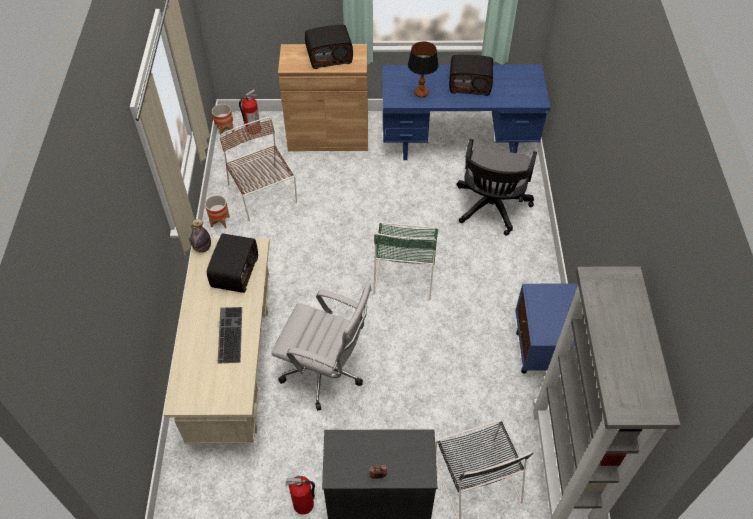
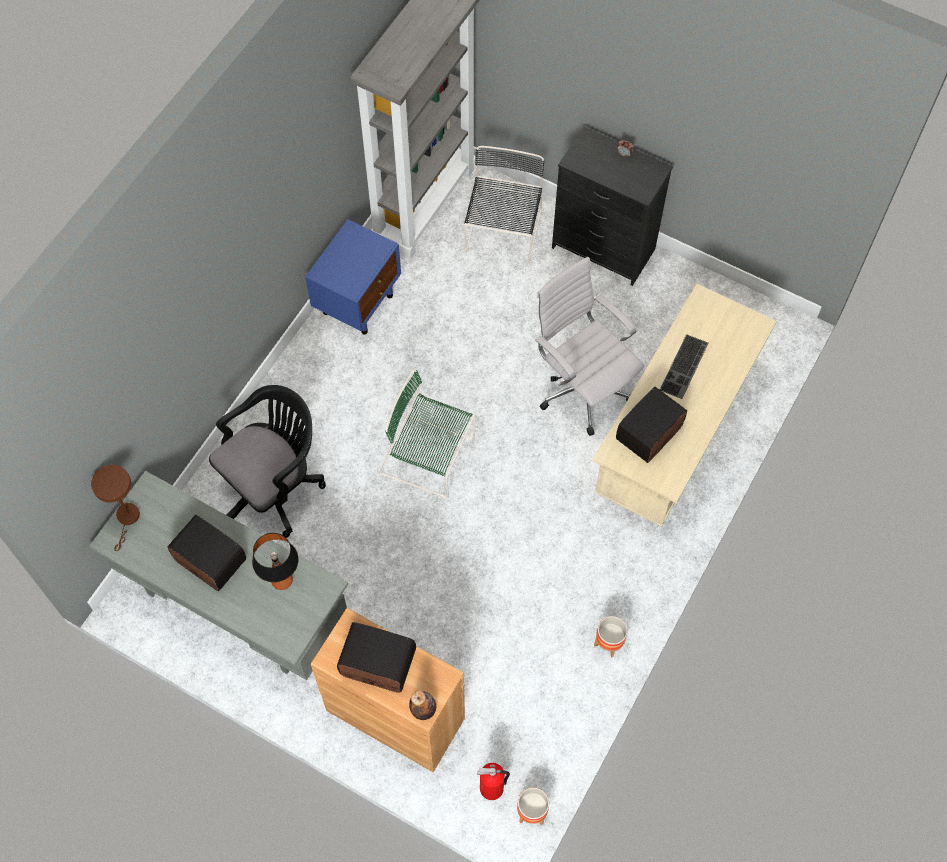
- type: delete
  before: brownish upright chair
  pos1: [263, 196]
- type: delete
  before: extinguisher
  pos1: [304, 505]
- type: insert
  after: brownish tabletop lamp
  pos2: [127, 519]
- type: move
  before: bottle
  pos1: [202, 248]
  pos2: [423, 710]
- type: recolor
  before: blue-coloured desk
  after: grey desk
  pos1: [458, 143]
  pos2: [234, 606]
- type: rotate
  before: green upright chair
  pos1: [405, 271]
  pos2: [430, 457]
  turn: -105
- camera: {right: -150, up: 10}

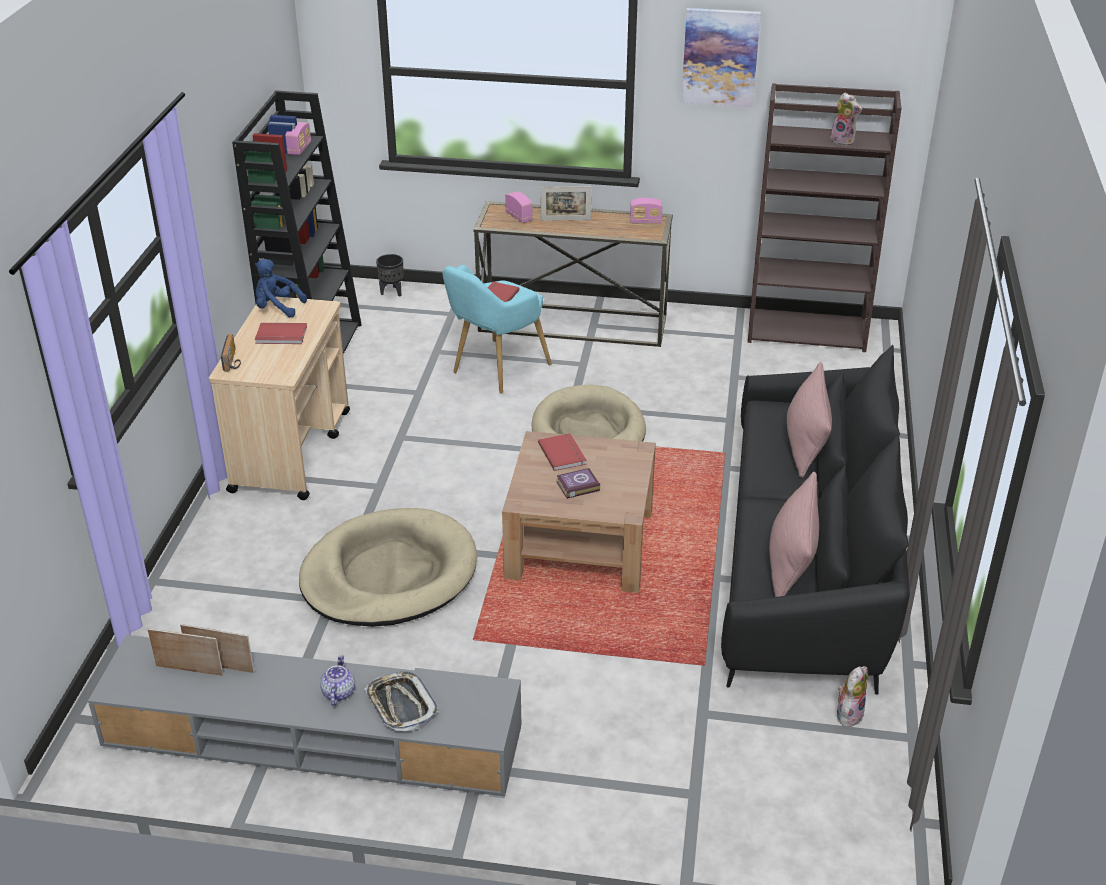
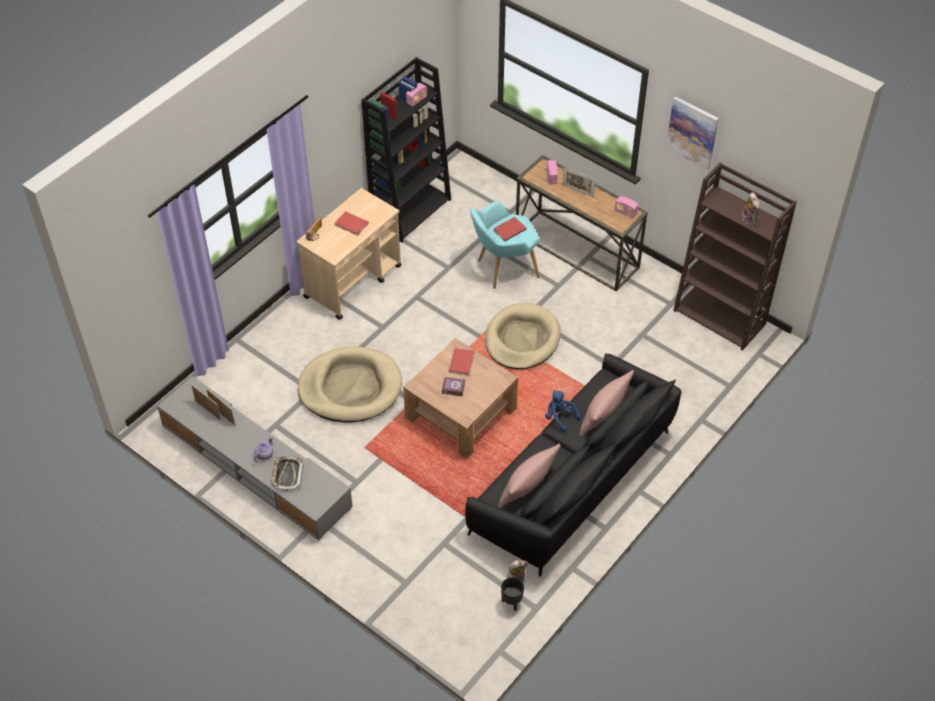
- type: move
  before: blue-coloured soft toy
  pos1: [277, 308]
  pos2: [559, 417]
- type: move
  before: black planter
  pos1: [392, 292]
  pos2: [511, 602]
- camera: {right: 30, up: 15}

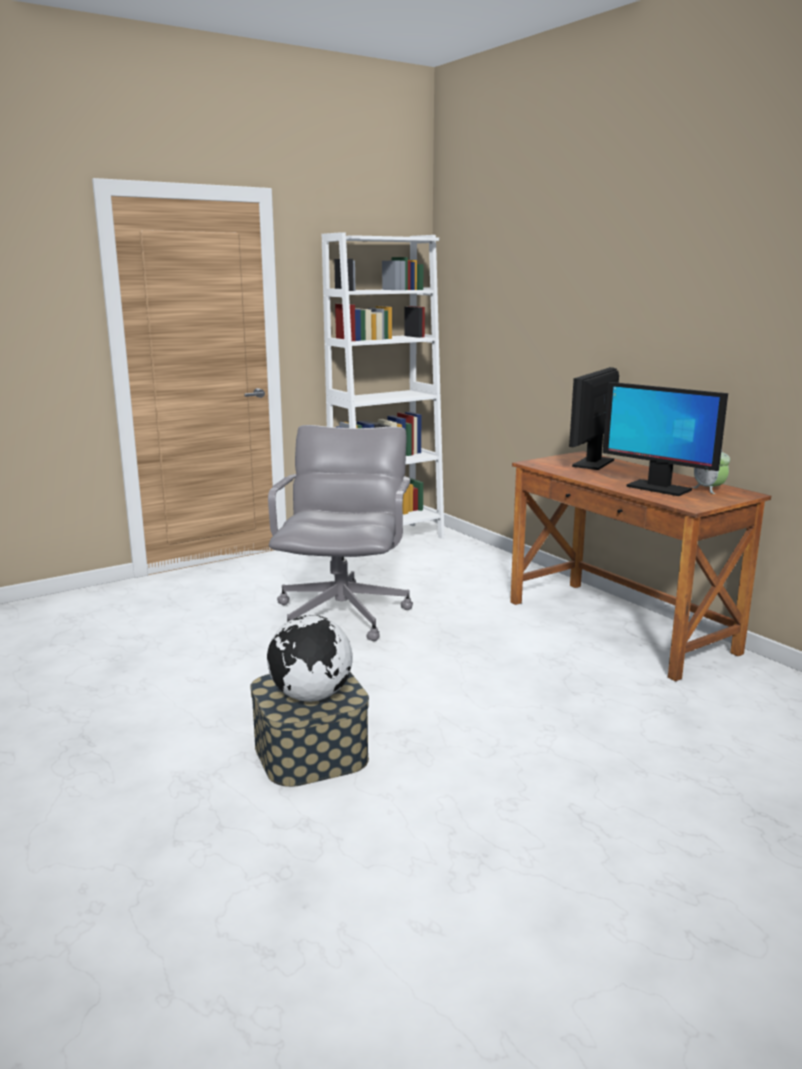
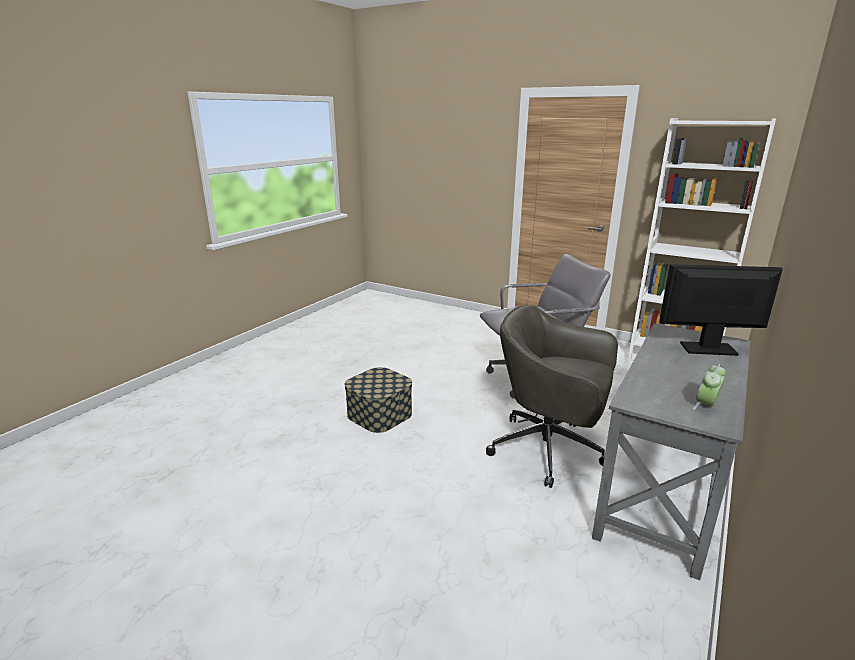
- type: delete
  before: globe
  pos1: [311, 696]
- type: delete
  before: computer screen
  pos1: [658, 488]
- type: insert
  after: grey office chair
  pos2: [549, 450]
- type: recolor
  before: brownish desk
  after: grey desk
  pos1: [619, 626]
  pos2: [662, 493]
- camera: {right: 65, up: 5}

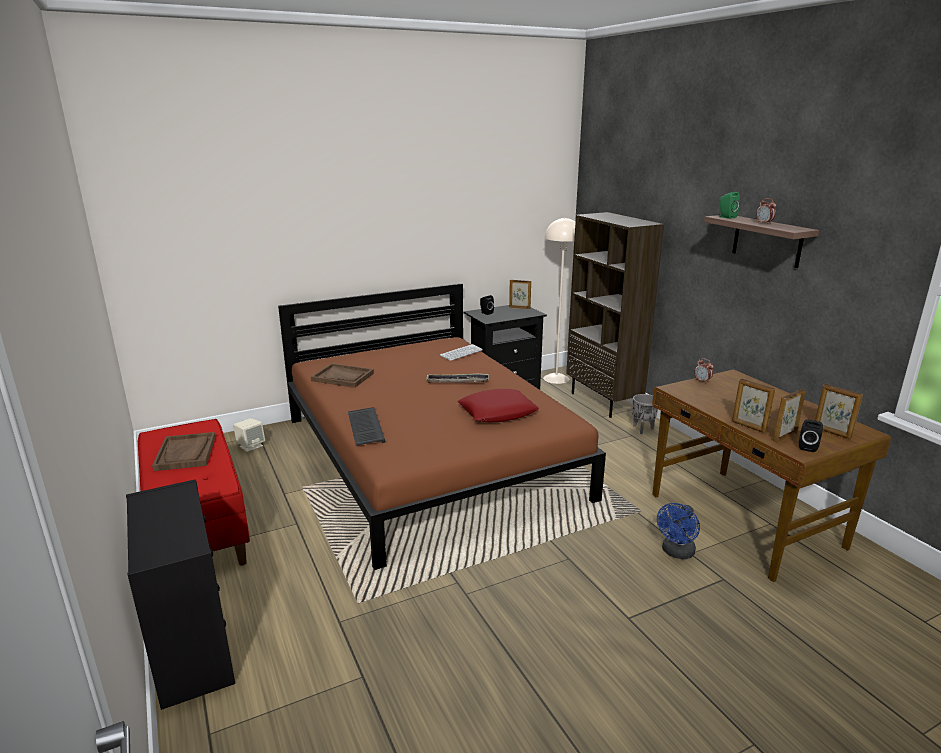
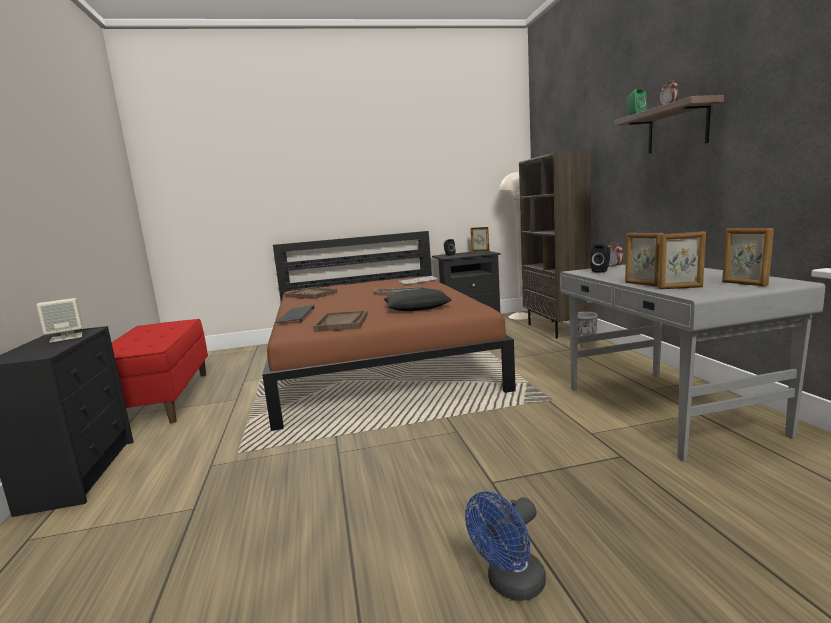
- type: move
  before: brownish serving tray
  pos1: [186, 453]
  pos2: [342, 323]
- type: move
  before: beige-coloured loudspeaker
  pos1: [251, 446]
  pos2: [67, 337]
- type: move
  before: blue-coloured electric fan
  pos1: [676, 553]
  pos2: [510, 585]
- type: move
  before: black loudspeaker
  pos1: [807, 447]
  pos2: [601, 271]
- type: recolor
  before: red-coloured cushion
  after: black cushion
  pos1: [498, 412]
  pos2: [417, 307]
- type: recolor
  before: brownish desk
  after: grey desk
  pos1: [743, 521]
  pos2: [665, 410]
- type: rotate
  before: picture frame
  pos1: [784, 437]
  pos2: [680, 288]
  turn: -150
- camera: {right: 15, up: -10}

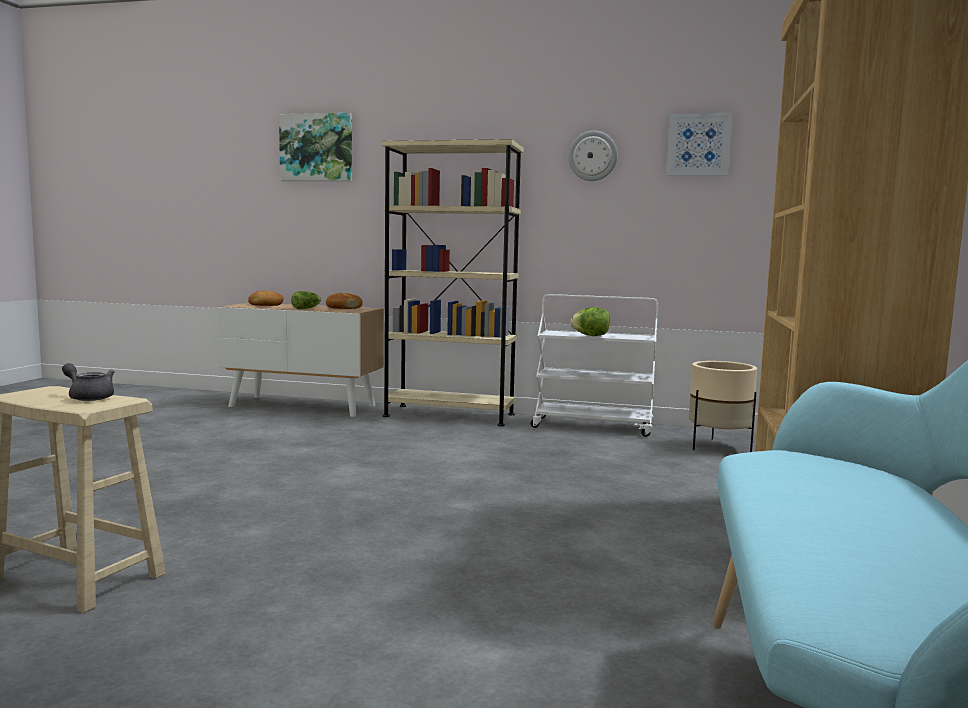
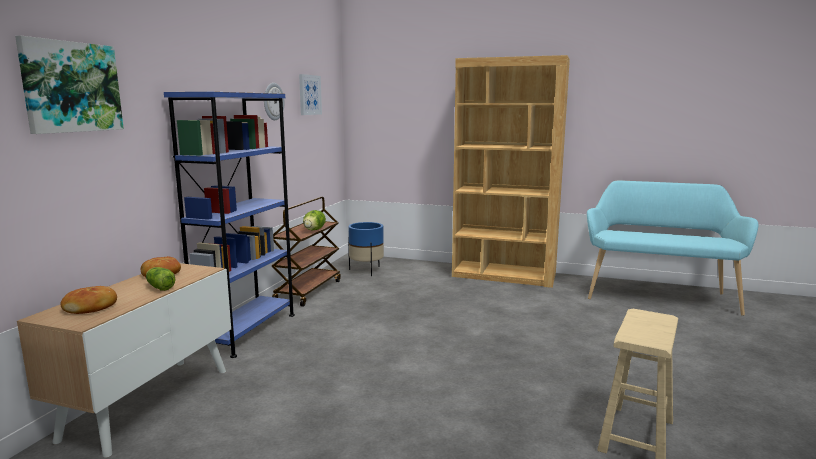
- type: delete
  before: grey teapot
  pos1: [88, 397]
- type: recolor
  before: beige-coloured bookshelf
  after: blue-coloured bookshelf
  pos1: [449, 415]
  pos2: [247, 331]
- type: recolor
  before: whitish cart
  after: brownish cart
  pos1: [593, 426]
  pos2: [308, 291]
- type: recolor
  before: beige-coloured planter
  after: blue-coloured planter
  pos1: [718, 447]
  pos2: [366, 270]
- camera: {right: -85, up: 5}

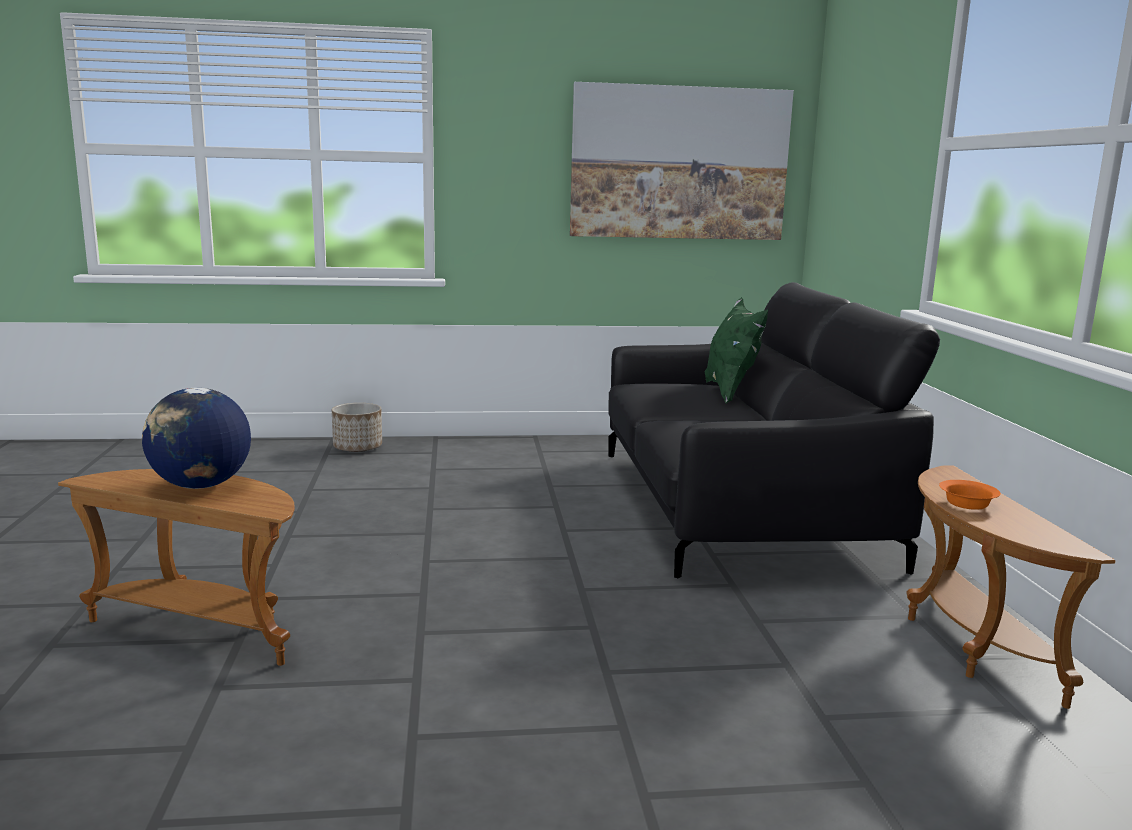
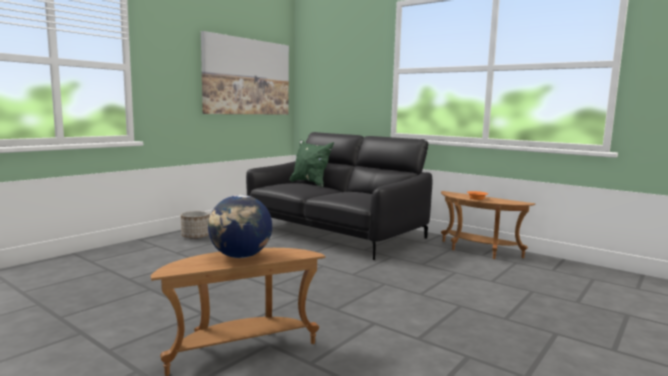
- type: move
  before: planter
  pos1: [358, 447]
  pos2: [195, 236]
- camera: {right: -45, up: -5}

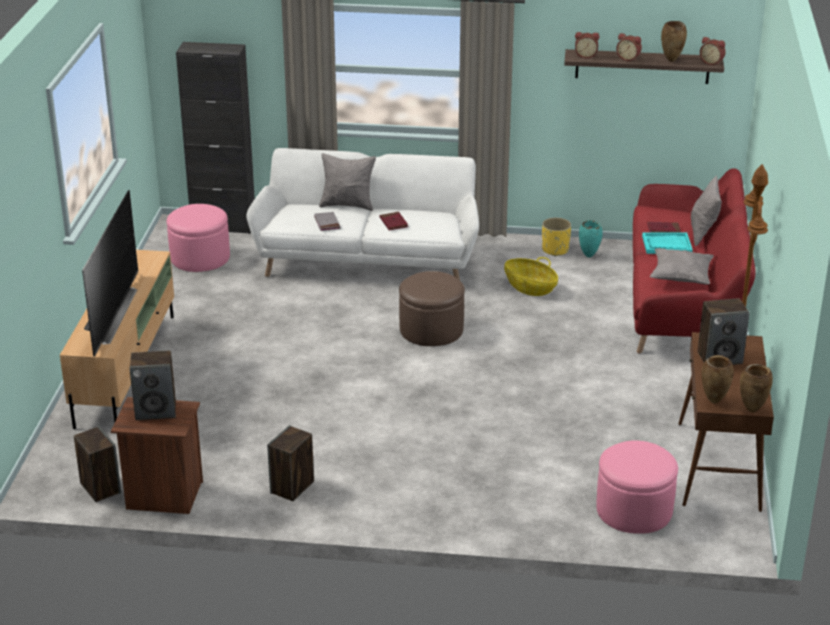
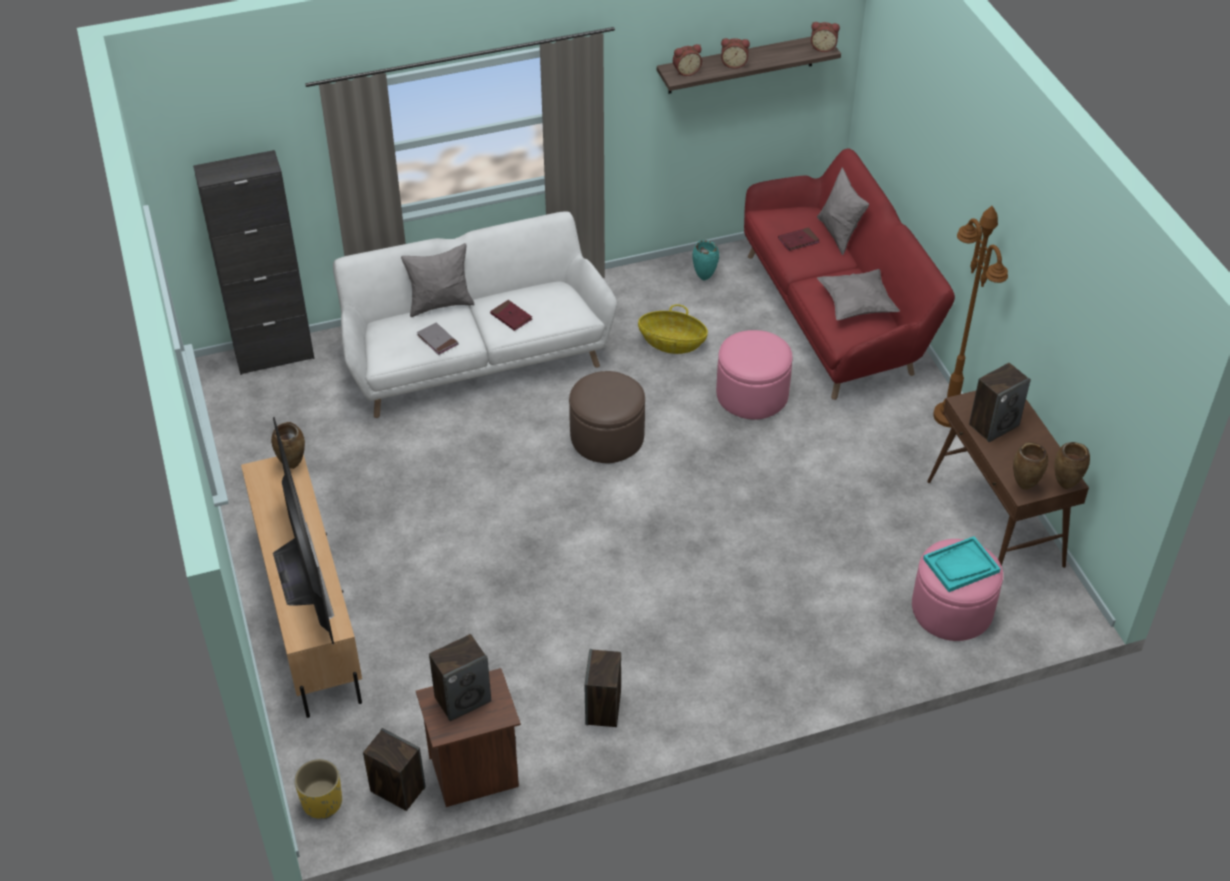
- type: move
  before: pink-coloured pouffe
  pos1: [200, 257]
  pos2: [752, 394]
- type: move
  before: yellowish planter
  pos1: [555, 250]
  pos2: [322, 802]
- type: move
  before: turquoise-coloured serving tray
  pos1: [666, 245]
  pos2: [961, 566]
- type: move
  before: brownish decorative vase
  pos1: [672, 60]
  pos2: [293, 466]
- camera: {right: -25, up: 15}

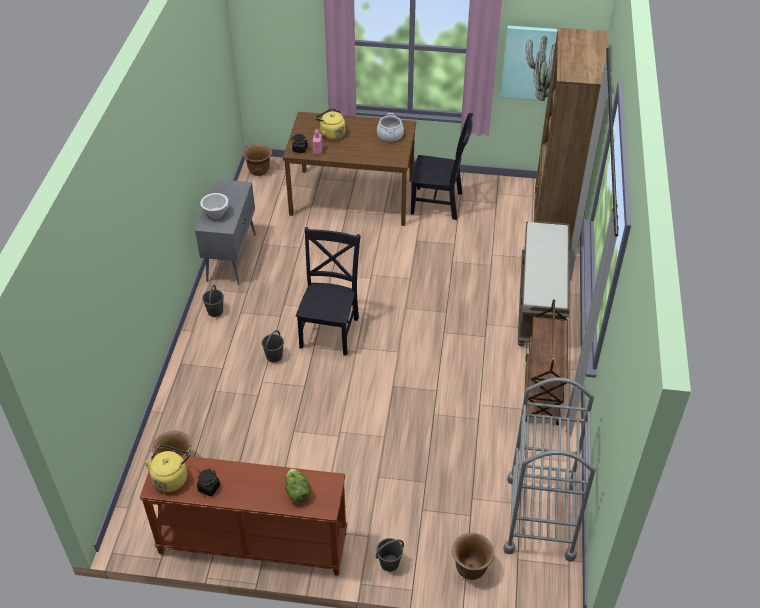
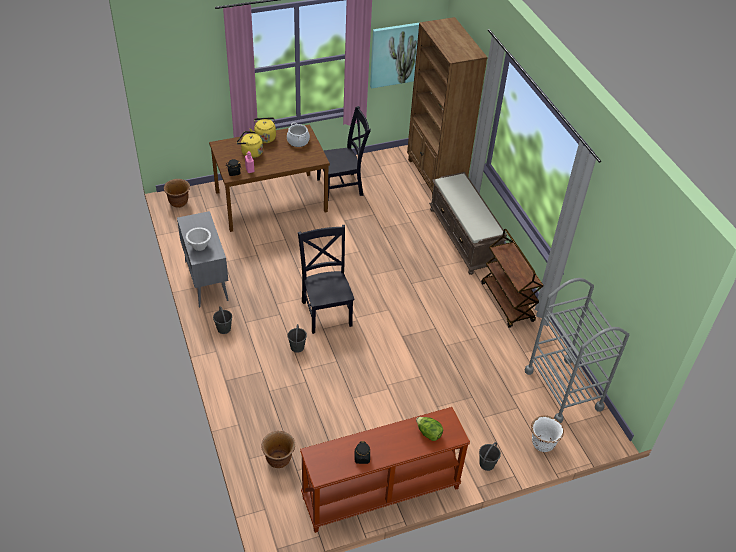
- type: move
  before: yellowish kettle
  pos1: [171, 477]
  pos2: [265, 137]
- type: recolor
  before: brownish planter
  after: whitish planter
  pos1: [470, 568]
  pos2: [542, 444]
- camera: {right: -30, up: 0}

